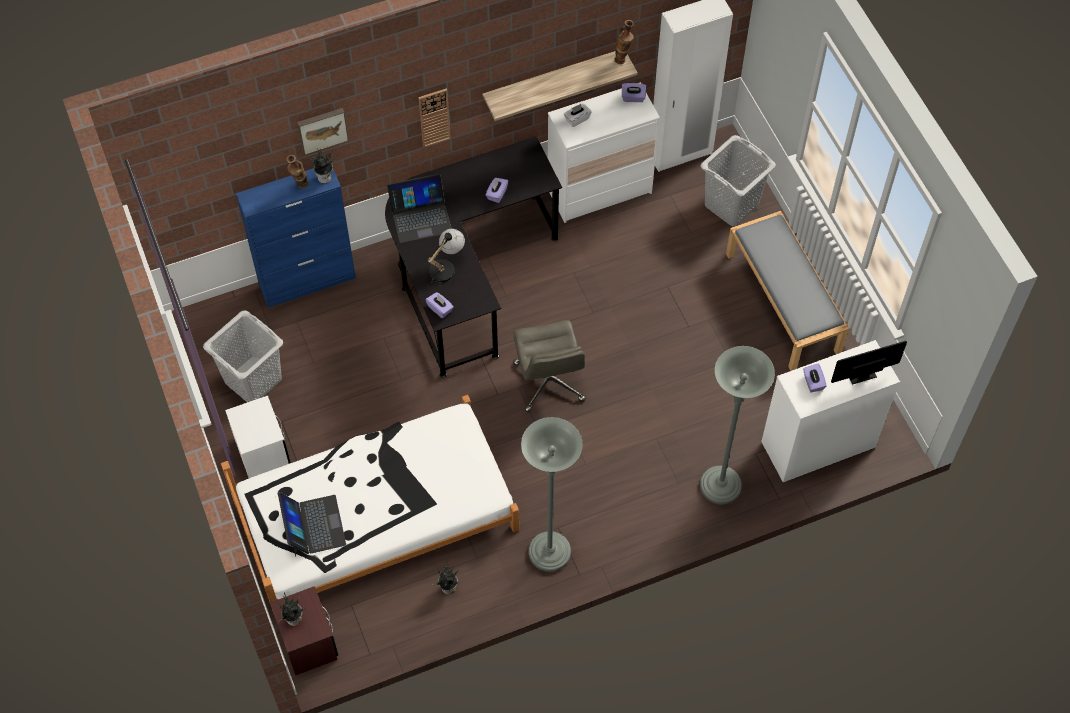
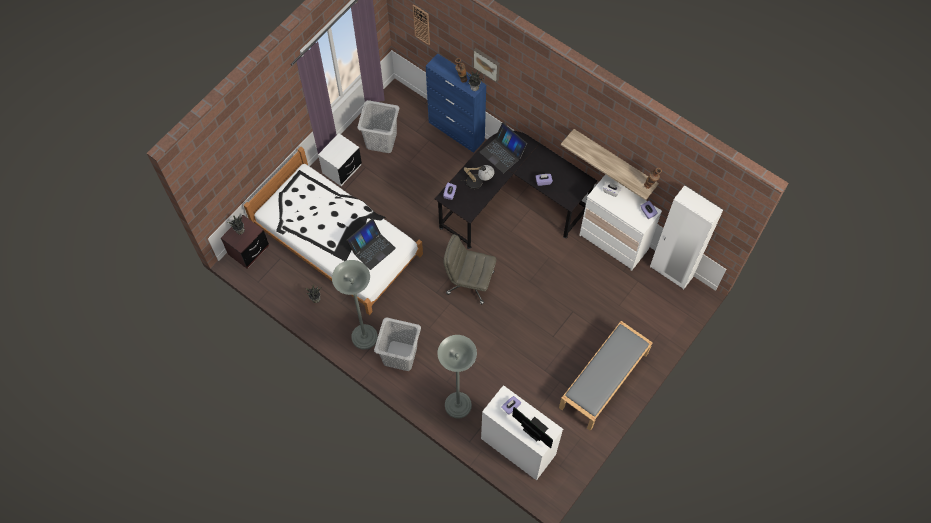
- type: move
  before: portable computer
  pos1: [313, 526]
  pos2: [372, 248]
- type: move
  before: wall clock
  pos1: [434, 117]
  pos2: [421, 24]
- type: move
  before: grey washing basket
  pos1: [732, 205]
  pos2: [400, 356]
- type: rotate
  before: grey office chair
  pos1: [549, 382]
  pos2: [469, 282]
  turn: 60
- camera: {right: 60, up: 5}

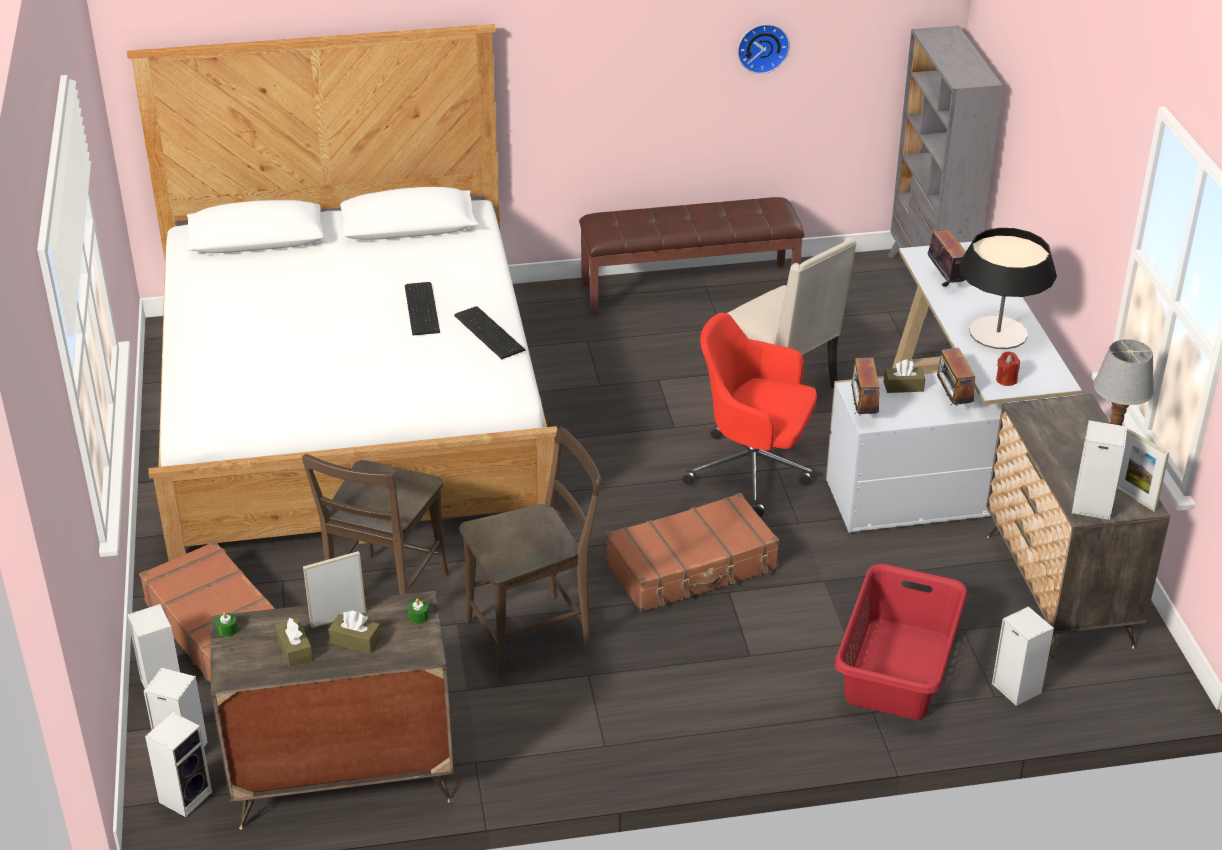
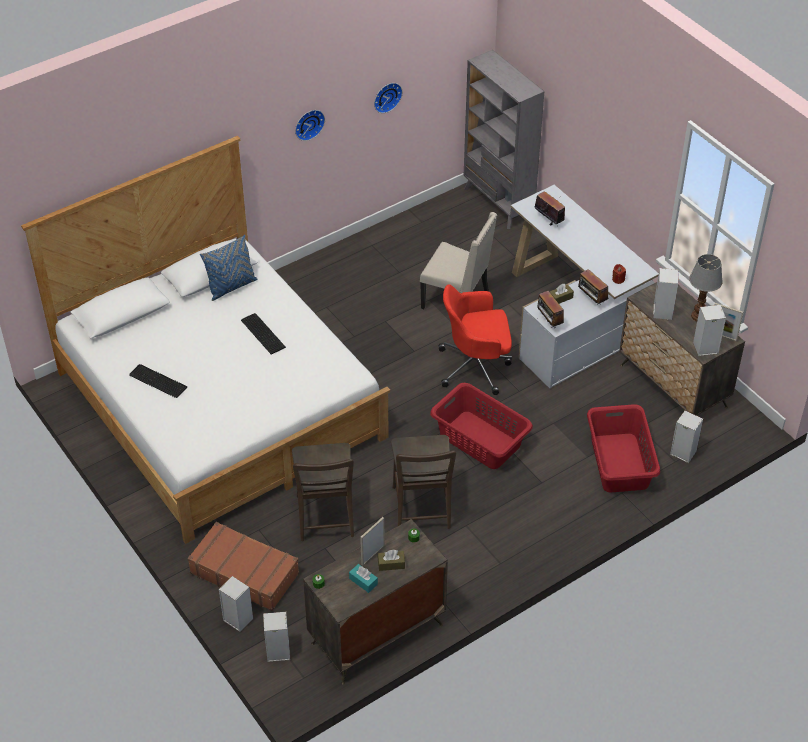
- type: delete
  before: brownish long seat
  pos1: [689, 289]
- type: delete
  before: tabletop lamp
  pos1: [998, 333]
- type: insert
  after: blue-coloured cushion
  pos2: [231, 287]
- type: insert
  after: wall clock
  pos2: [308, 123]
- type: move
  before: loudspeaker
  pos1: [186, 795]
  pos2: [662, 311]
- type: move
  before: computer keyboard
  pos1: [488, 334]
  pos2: [158, 382]
- type: replace
  before: brownish suitcase
  after: red-coloured washing basket
  pos1: [692, 567]
  pos2: [480, 439]
- type: recolor
  before: brownish box of tissues
  after: turquoise-coloured box of tissues
  pos1: [294, 650]
  pos2: [363, 581]
- type: rotate
  before: brownish upright chair
  pos1: [534, 633]
  pos2: [421, 511]
  turn: 135
- camera: {right: -25, up: 10}

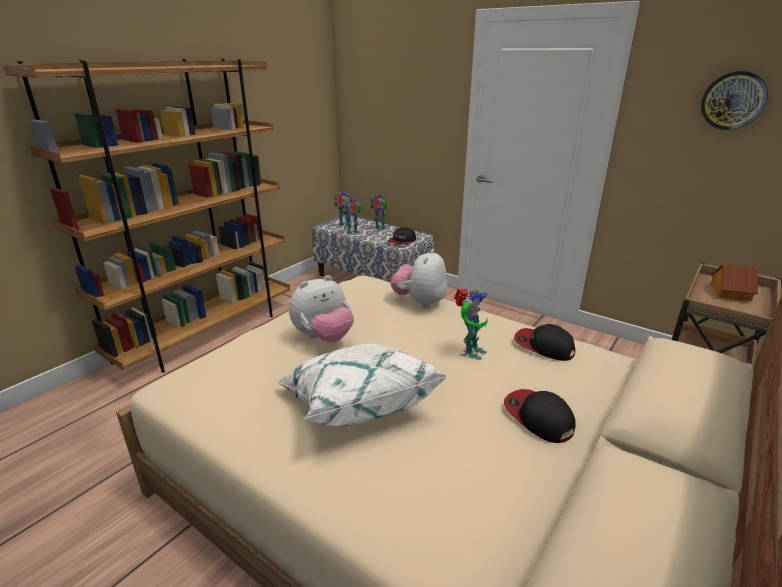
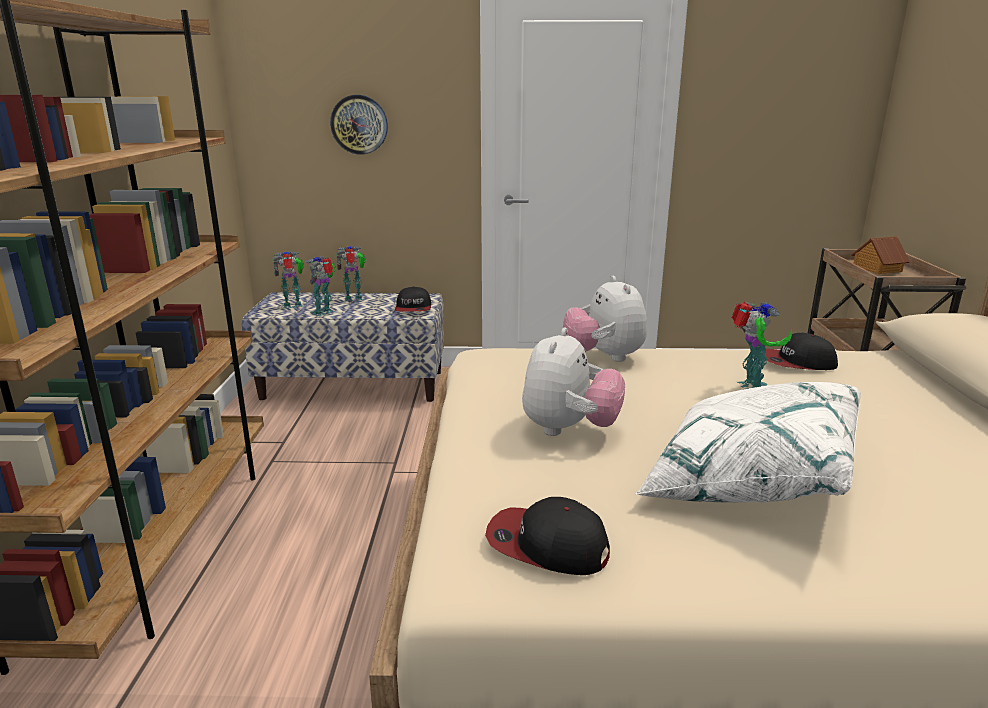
- type: move
  before: cap
  pos1: [538, 417]
  pos2: [546, 545]
- type: move
  before: wall clock
  pos1: [733, 100]
  pos2: [359, 124]
- camera: {right: -35, up: -5}

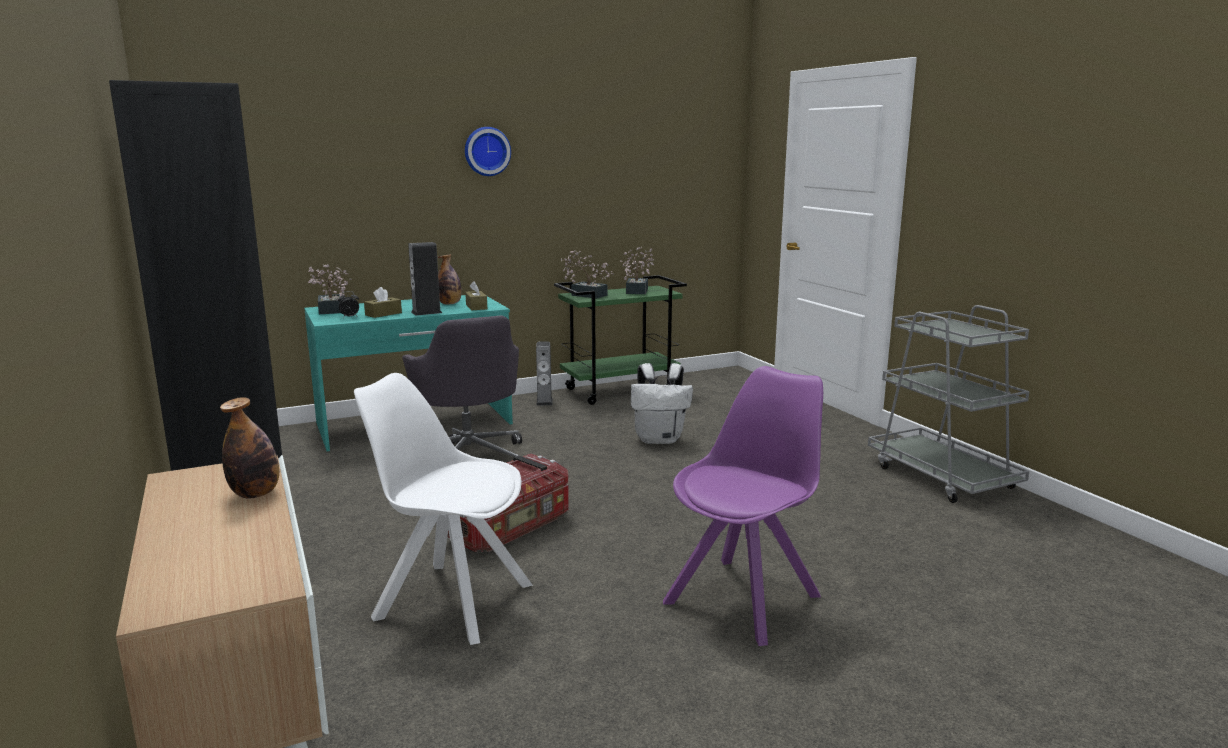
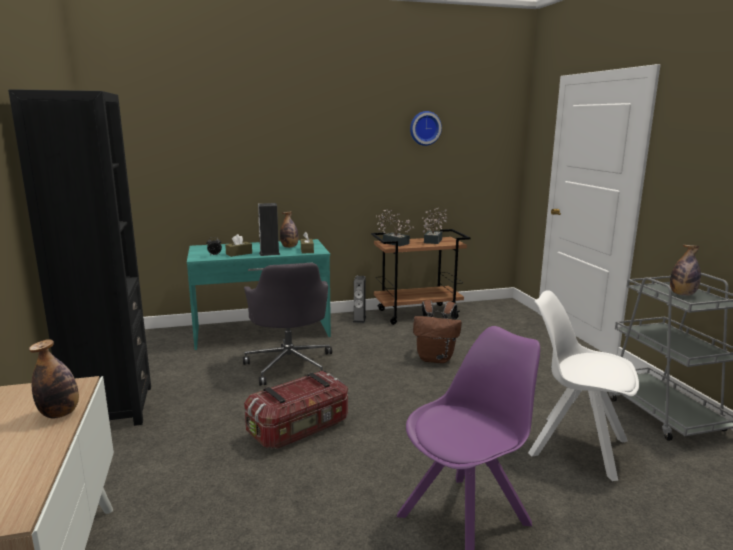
- type: delete
  before: houseplant
  pos1: [330, 311]
- type: insert
  after: bottle
  pos2: [682, 294]
- type: move
  before: whitish upright chair
  pos1: [450, 600]
  pos2: [575, 446]
- type: move
  before: wall clock
  pos1: [486, 151]
  pos2: [424, 128]
- type: recolor
  before: green cart
  after: brownish cart
  pos1: [620, 390]
  pos2: [418, 314]
- type: recolor
  before: whitish backpack
  after: brownish backpack
  pos1: [660, 439]
  pos2: [436, 358]
- camera: {right: 10, up: 0}

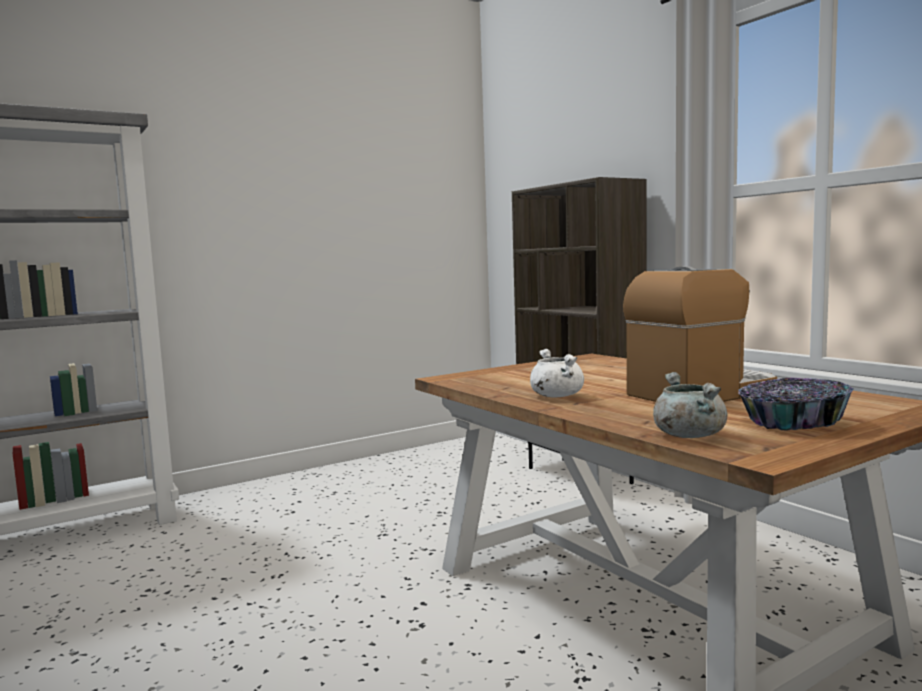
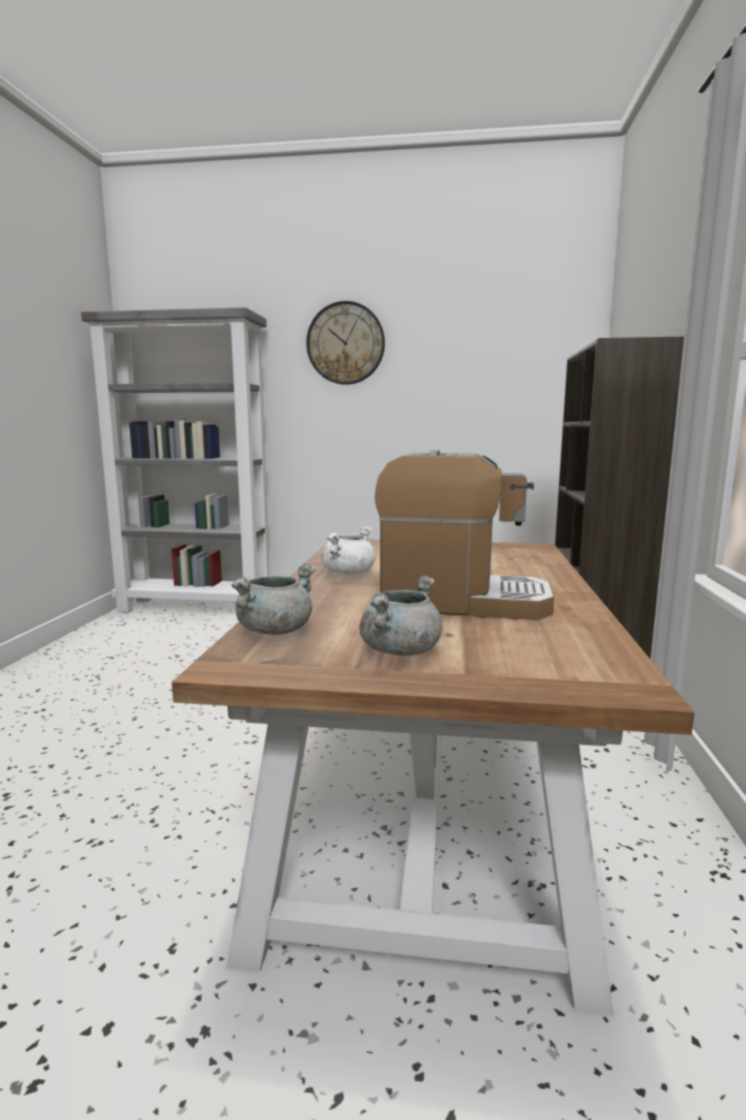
- type: insert
  after: wall clock
  pos2: [345, 343]
- type: replace
  before: serving bowl
  after: grey stockpot
  pos1: [792, 422]
  pos2: [400, 650]
- camera: {right: 40, up: 5}

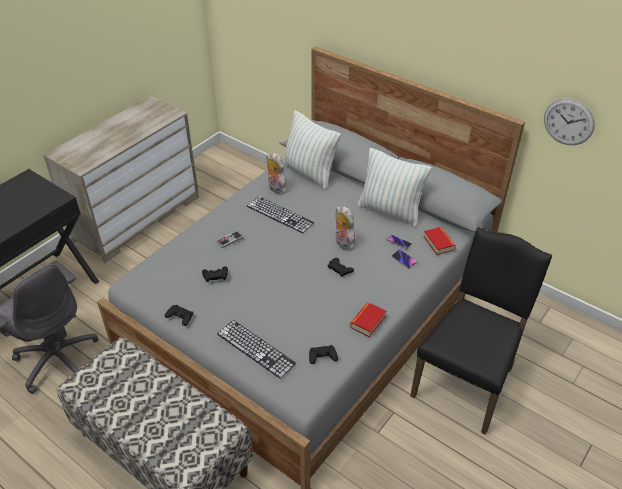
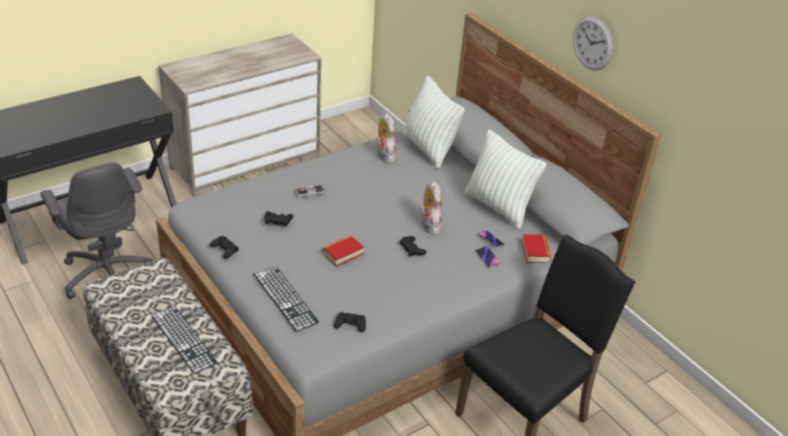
- type: move
  before: computer keyboard
  pos1: [280, 214]
  pos2: [183, 339]
- type: move
  before: volume
  pos1: [368, 322]
  pos2: [343, 254]
- type: move
  before: wall clock
  pos1: [568, 122]
  pos2: [592, 43]
- camera: {right: 15, up: -5}

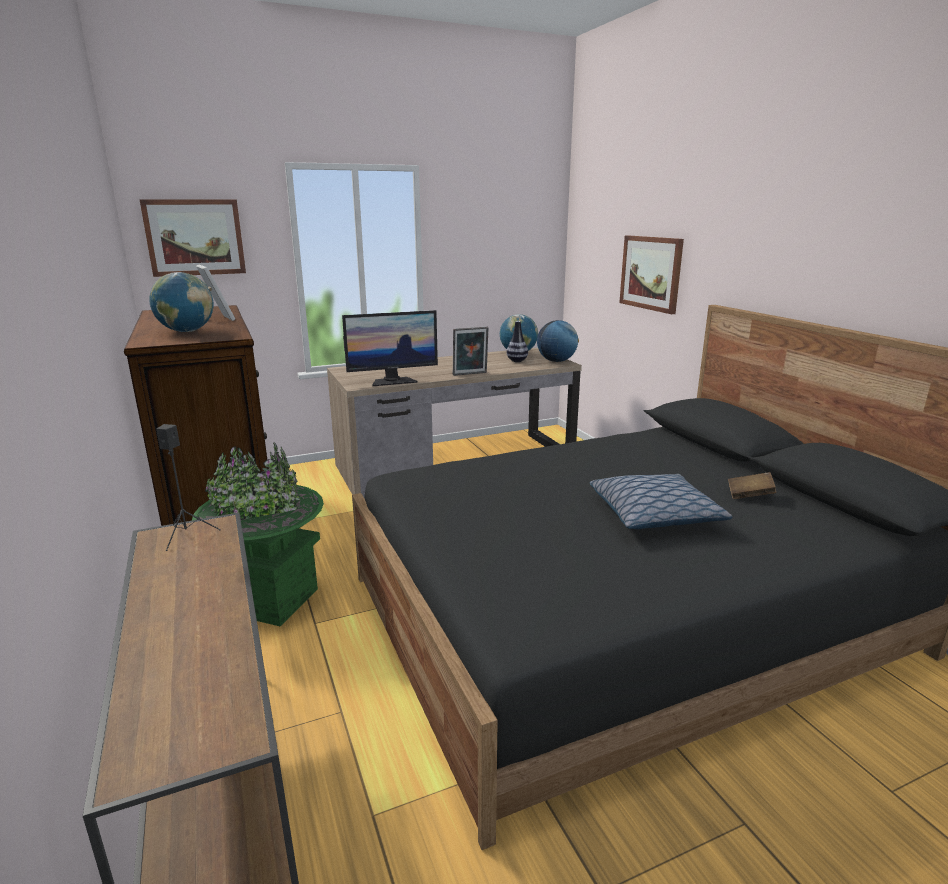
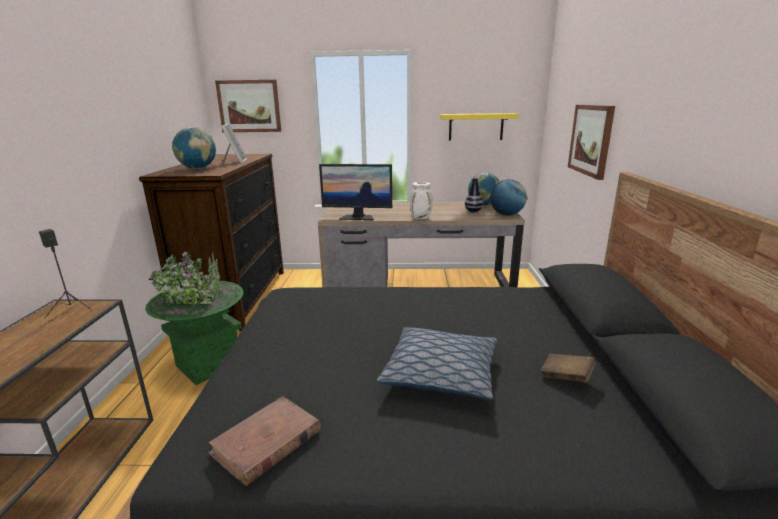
- type: insert
  after: brownish volume
  pos2: [266, 442]
- type: insert
  after: yellowish wall shelf
  pos2: [476, 127]
- type: replace
  before: picture frame
  after: whitish decorative vase
  pos1: [470, 374]
  pos2: [421, 218]
- camera: {right: 25, up: 0}

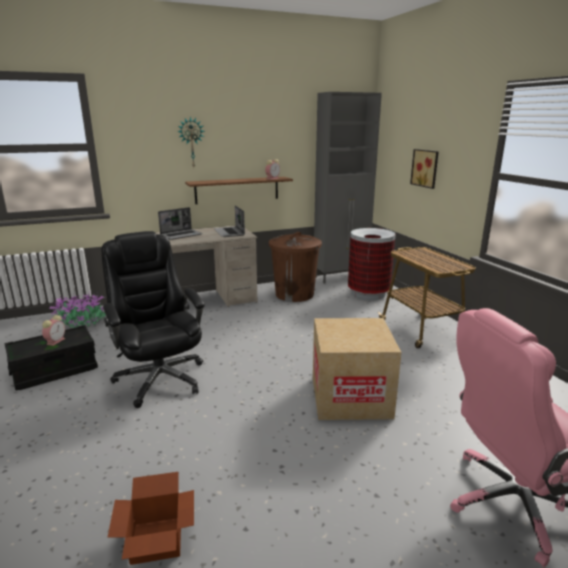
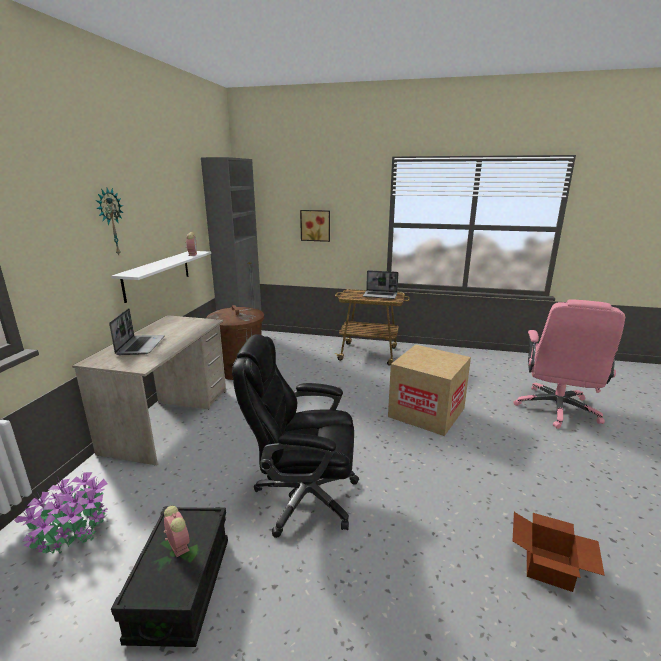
- type: delete
  before: rubbish bin
  pos1: [368, 293]
- type: move
  before: portable computer
  pos1: [230, 233]
  pos2: [380, 295]
- type: recolor
  before: brownish wall shelf
  after: whitish wall shelf
  pos1: [237, 190]
  pos2: [157, 274]
- camera: {right: -55, up: 0}

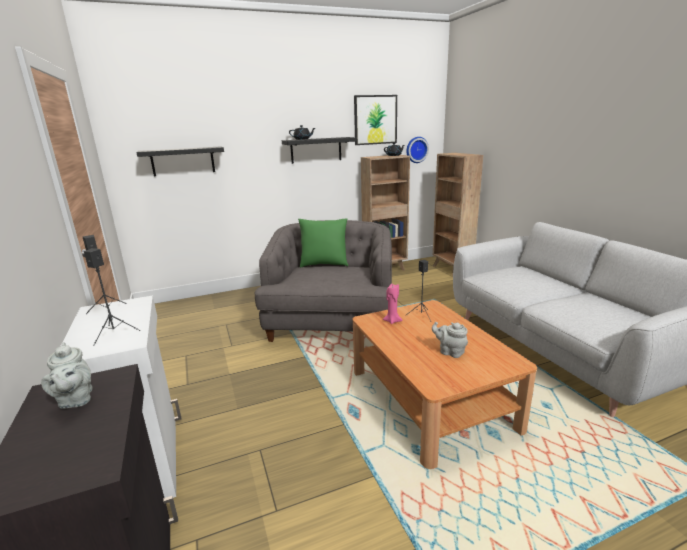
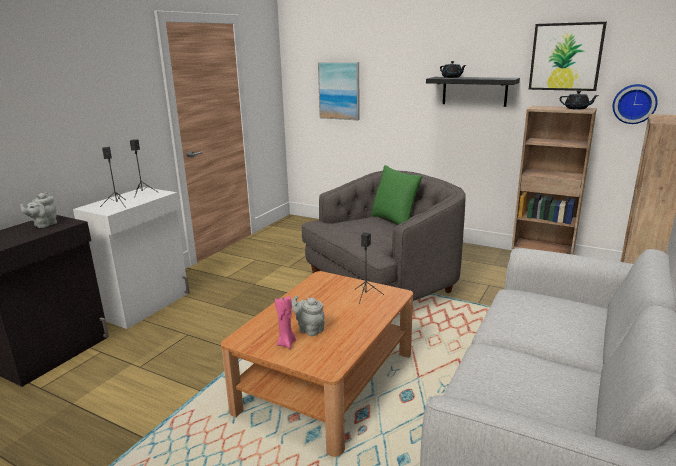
- type: move
  before: pink-coloured wax candle
  pos1: [392, 321]
  pos2: [286, 343]
- type: replace
  before: black wall shelf
  after: wall art
  pos1: [183, 161]
  pos2: [339, 90]
- type: rotate
  before: grey teapot
  pos1: [450, 352]
  pos2: [309, 329]
  turn: -45
- camera: {right: 50, up: 0}

